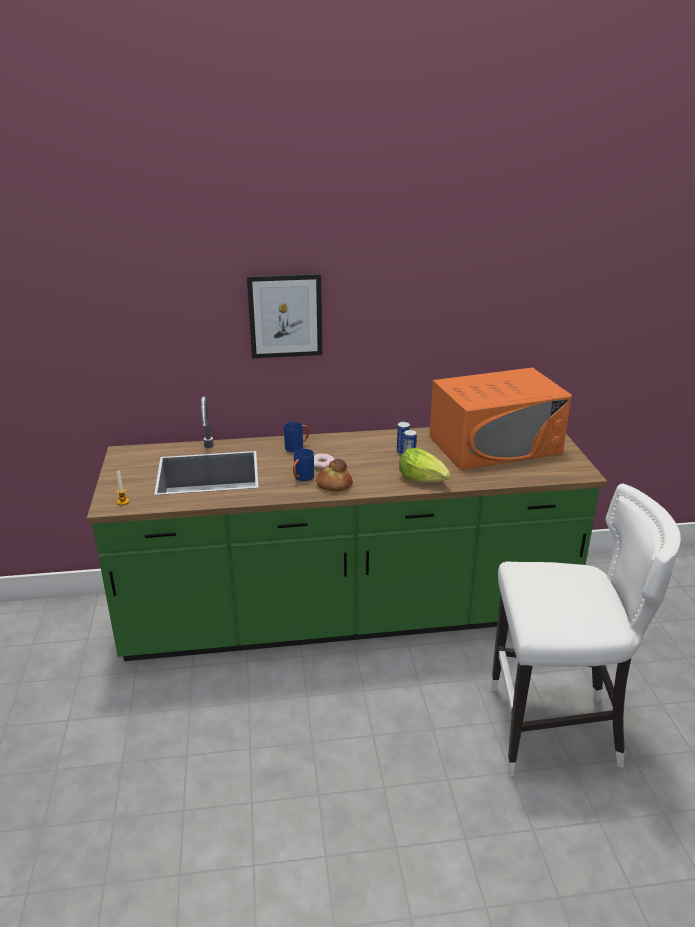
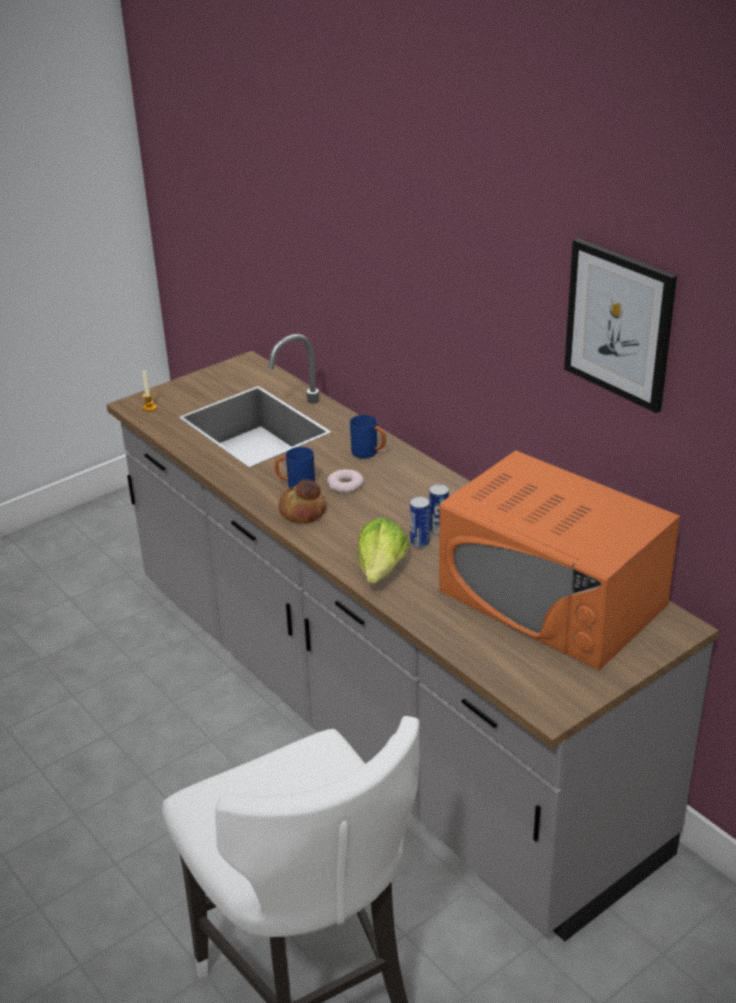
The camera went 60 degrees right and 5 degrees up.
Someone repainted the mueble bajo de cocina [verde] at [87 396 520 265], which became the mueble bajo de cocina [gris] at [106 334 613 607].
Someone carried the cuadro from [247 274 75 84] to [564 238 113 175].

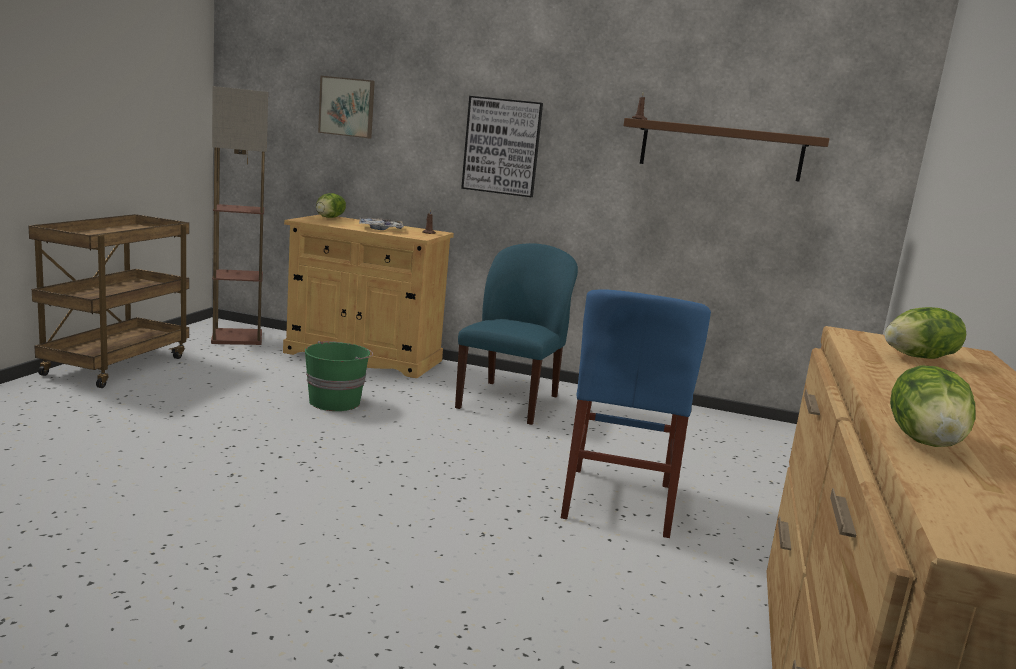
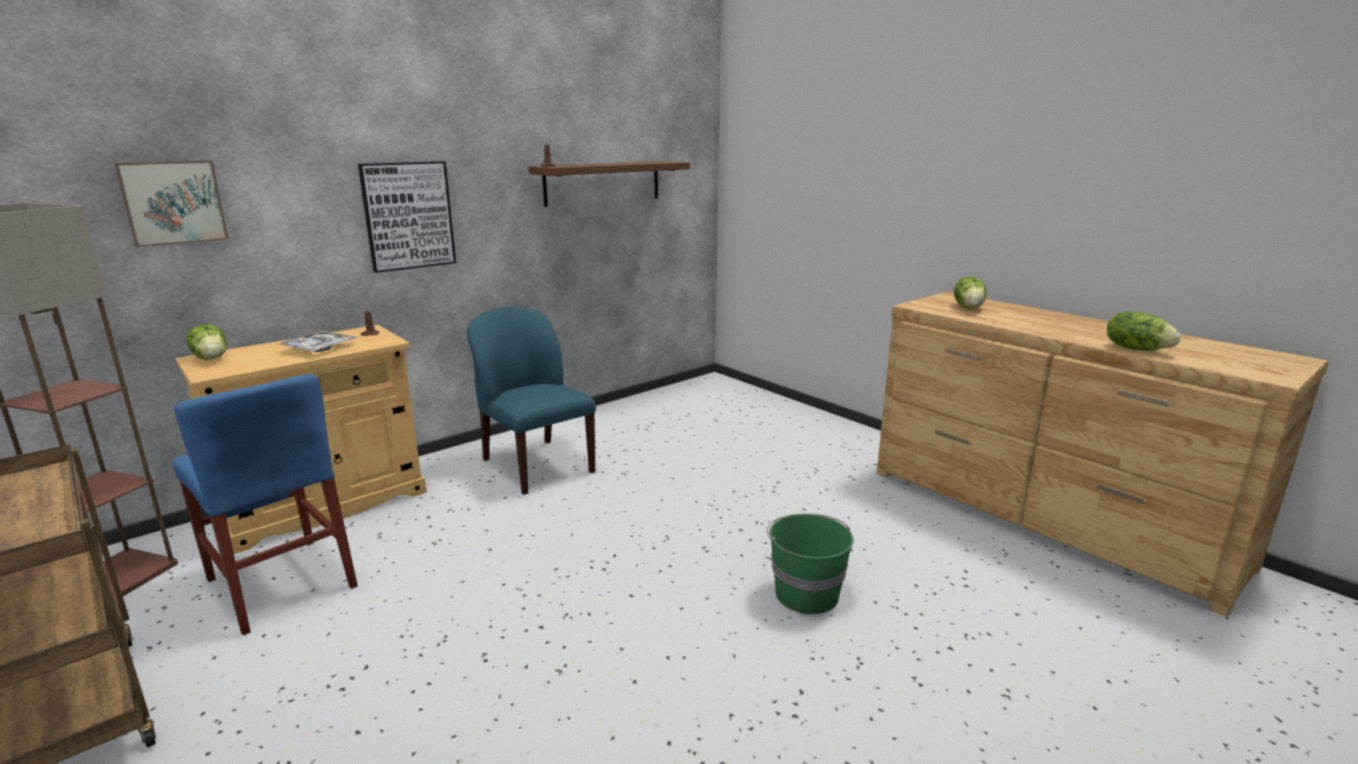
The camera went 55 degrees left and 5 degrees up.
Someone carried the silla [azul] from [561 289 150 249] to [173 374 185 262].
Someone carried the cubo [verde] from [305 341 68 70] to [767 513 87 102].

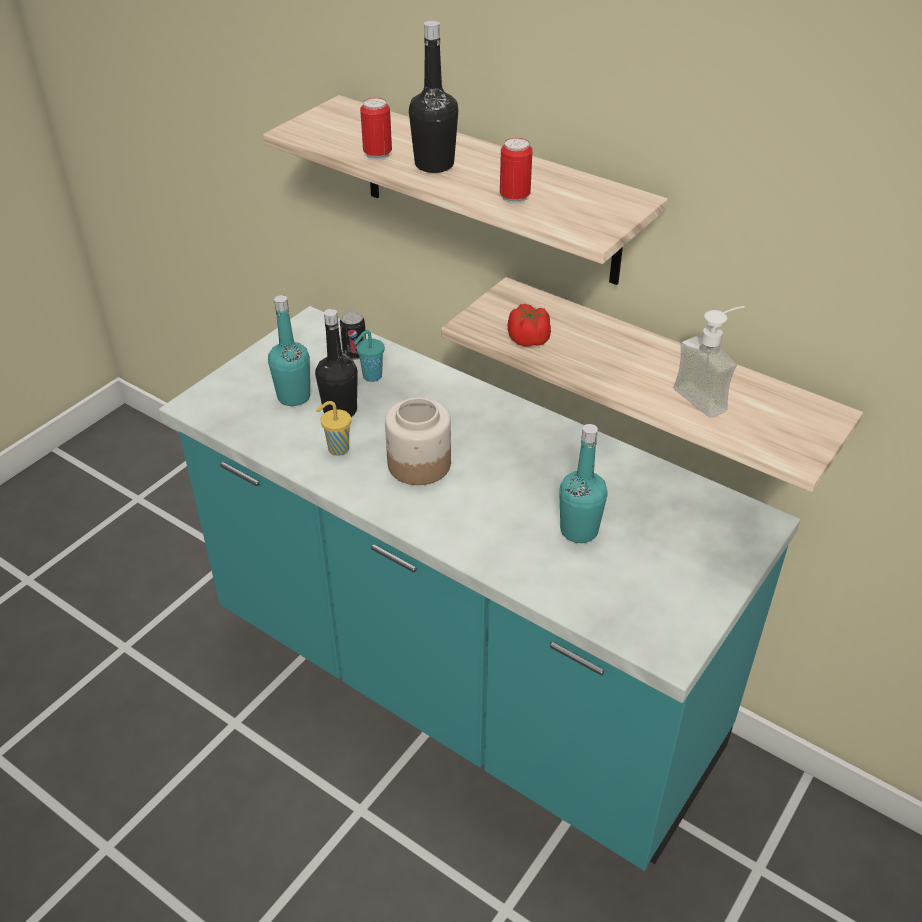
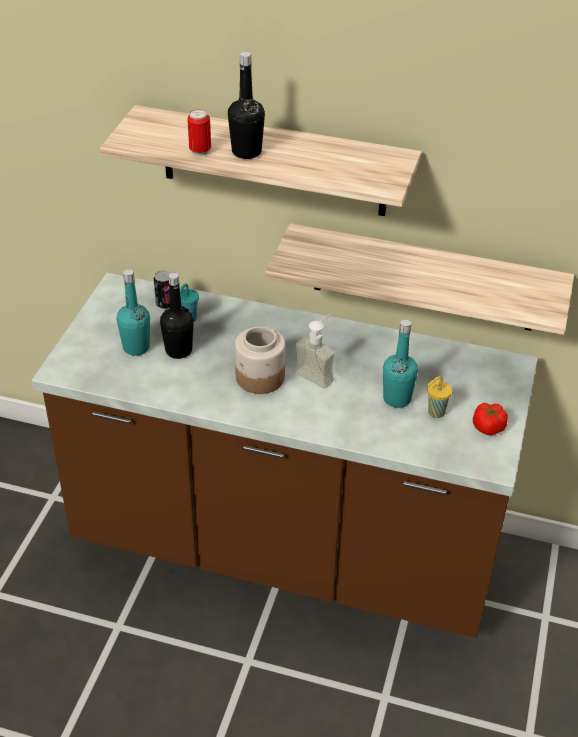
The camera went 20 degrees left and 0 degrees up.
Someone repainted the mueble bajo de cocina [turquesa] at [159 306 641 565], which became the mueble bajo de cocina [marrón] at [32 273 506 365].
Someone carried the dispensador de jabón from [673 306 72 112] to [295 314 40 75].
Someone carried the taza [amarillo] from [316 401 35 55] to [427 376 25 42].
Someone carried the tomate from [508 304 43 43] to [473 403 35 32].
Someone took away the lata at [500 138 32 66].

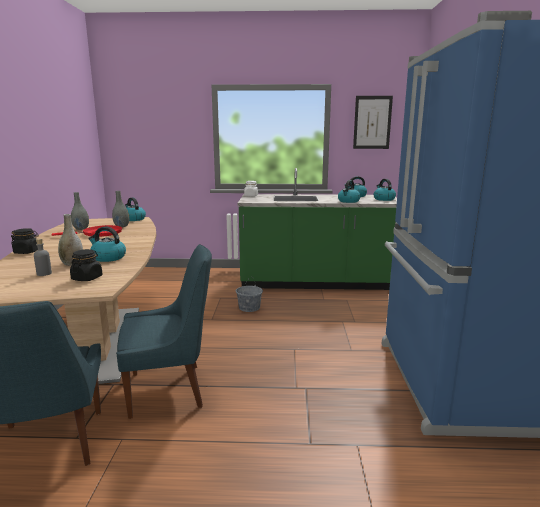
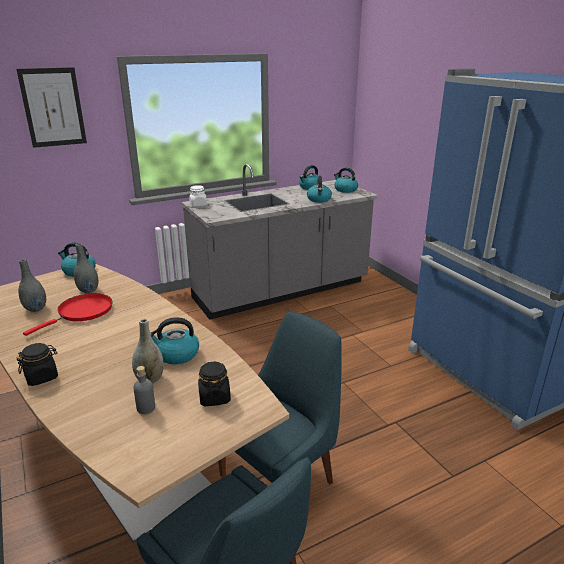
The camera went 30 degrees left and 10 degrees up.
Someone carried the cuadro from [353 96 40 53] to [16 67 71 81].
Someone repainted the mueble bajo de cocina [verde] at [237 168 160 122], which became the mueble bajo de cocina [gris] at [182 164 196 156].
Someone took away the cubo [gris] at [236 277 27 35].

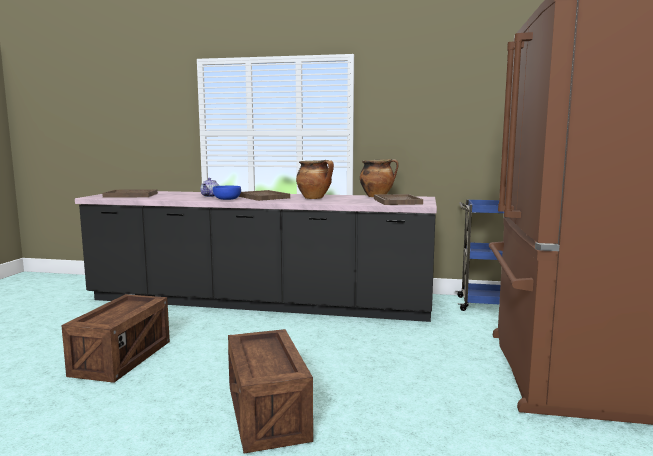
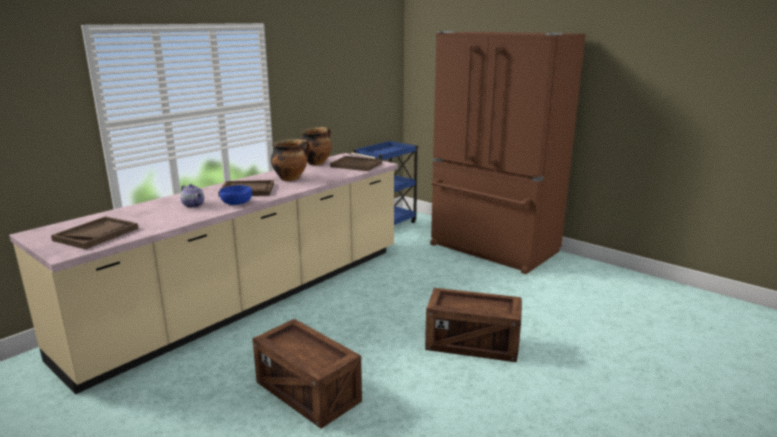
The camera went 60 degrees left and 10 degrees up.
Someone repainted the mueble bajo de cocina [negro] at [75 191 362 131], which became the mueble bajo de cocina [beis] at [9 153 389 241].

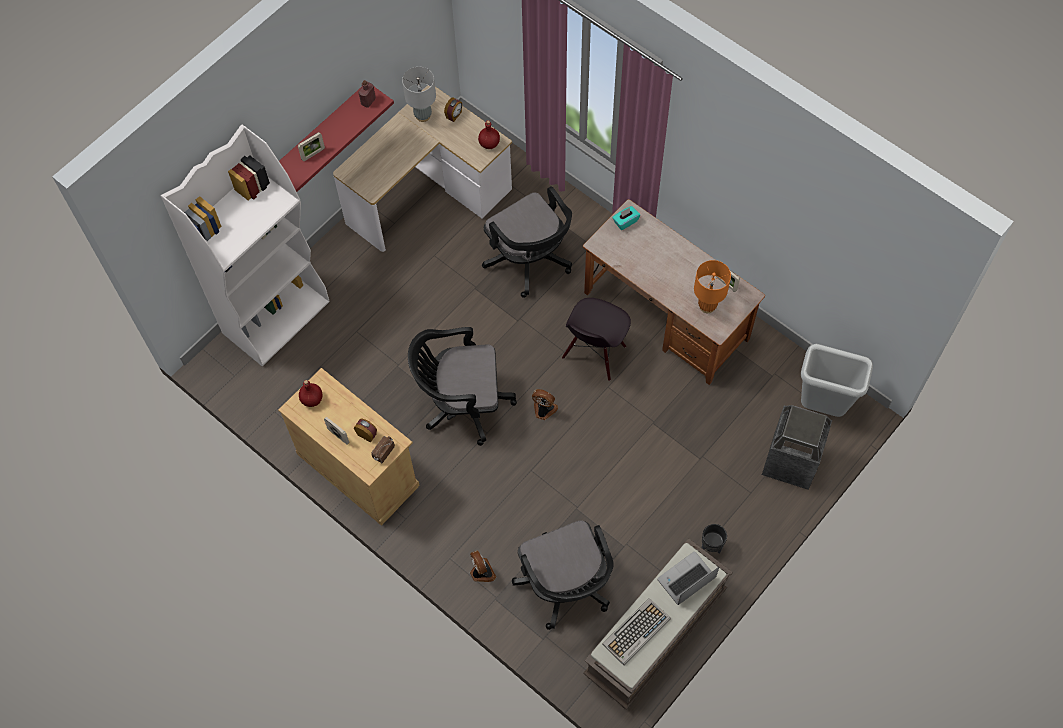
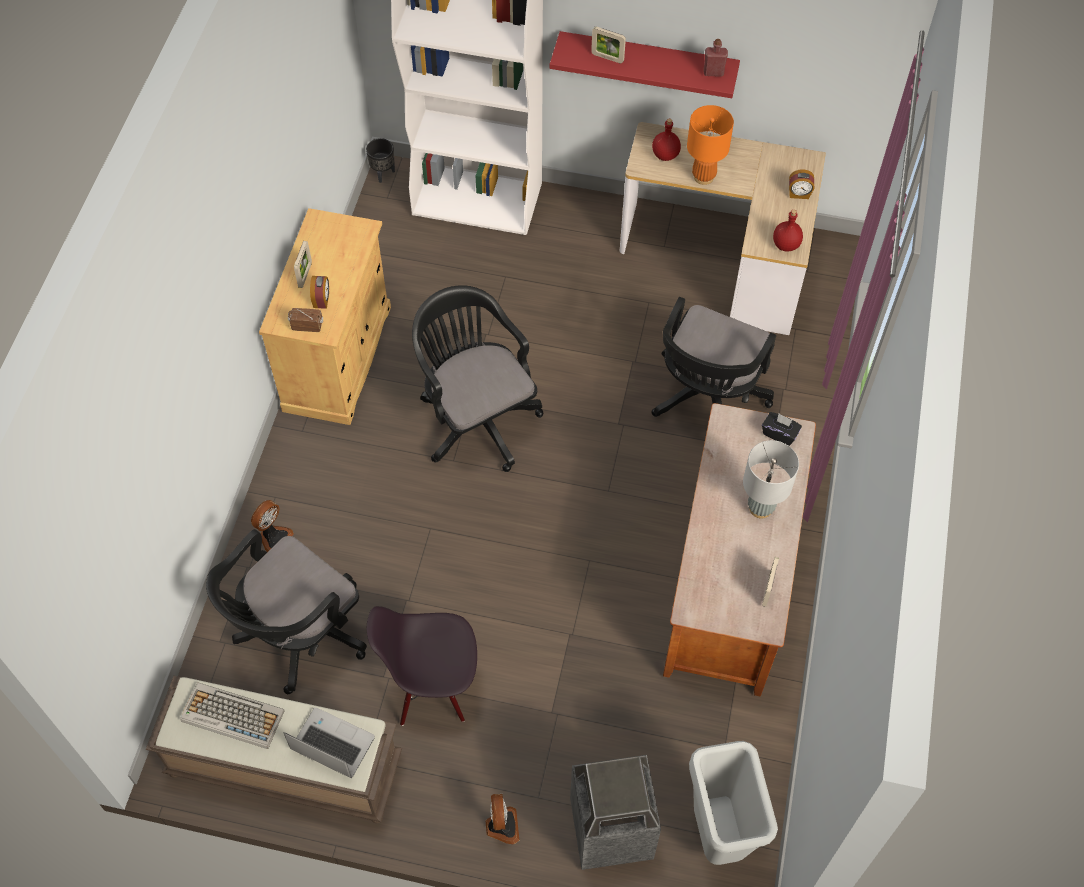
The camera went 60 degrees right and 5 degrees down.
Someone carried the maceta [negro] from [702 524 25 30] to [366 138 29 45].
Someone carried the silla [negro] from [562 298 69 83] to [367 606 110 120].
Someone carried the ventilador from [532 389 26 31] to [486 794 33 50].
Someone carried the botella [rojo] from [299 380 23 27] to [652 119 29 42].
Someone carried the lámpara de mesa [naranja] from [694 260 37 53] to [687 105 47 80].
Someone carried the lámpara de mesa [gris] from [402 67 34 55] to [743 440 56 78].
Someone repainted the caja de pañuelos [turquesa] at [612 206 28 24], which became the caja de pañuelos [negro] at [762 412 40 34].

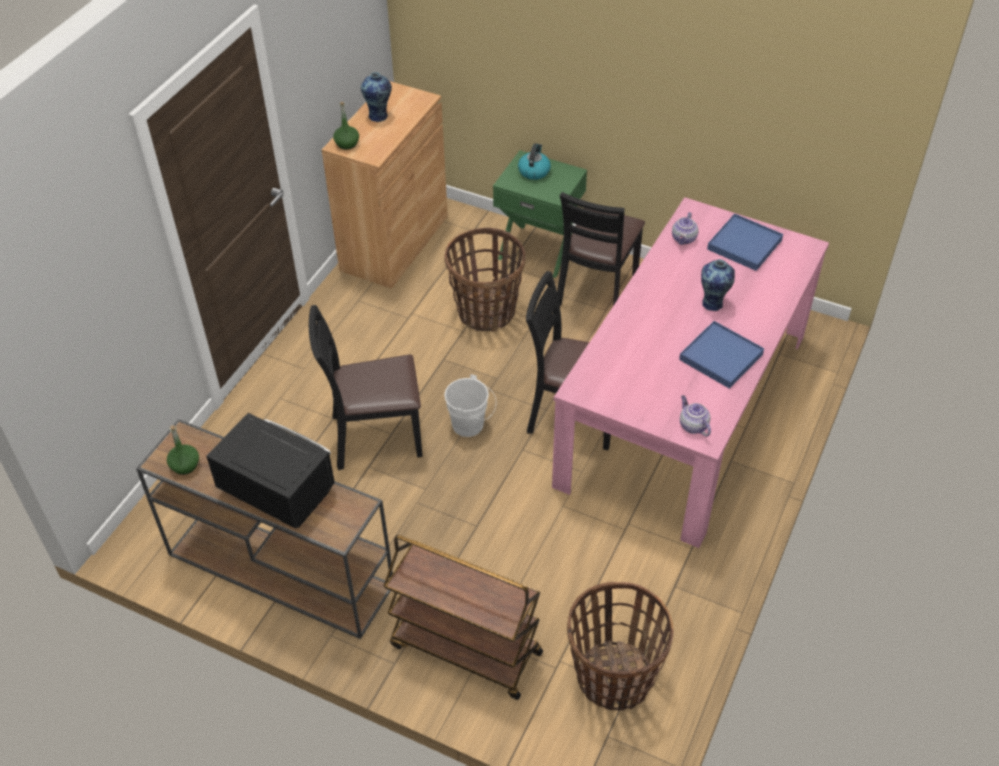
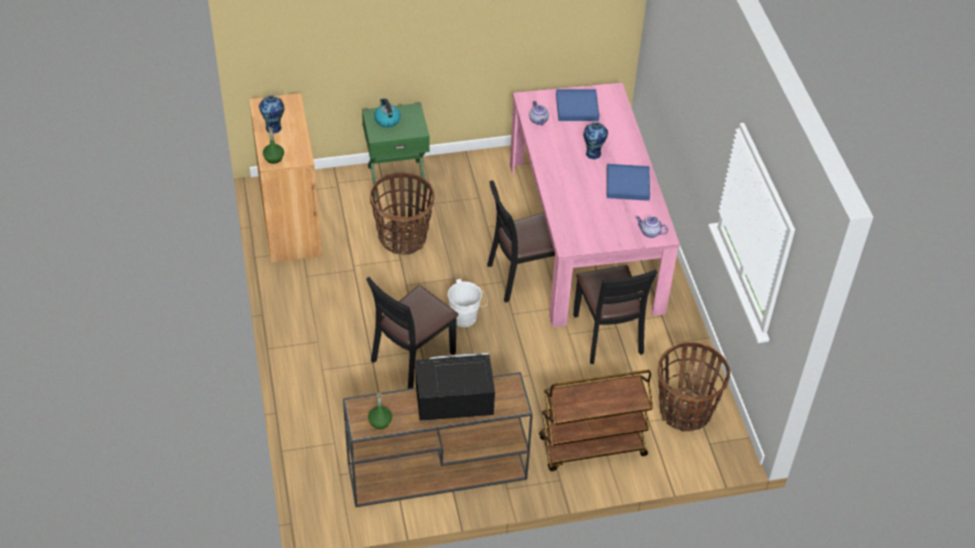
The camera went 40 degrees left and 0 degrees up.
Someone carried the silla [negro] from [557 192 88 114] to [573 265 85 99].

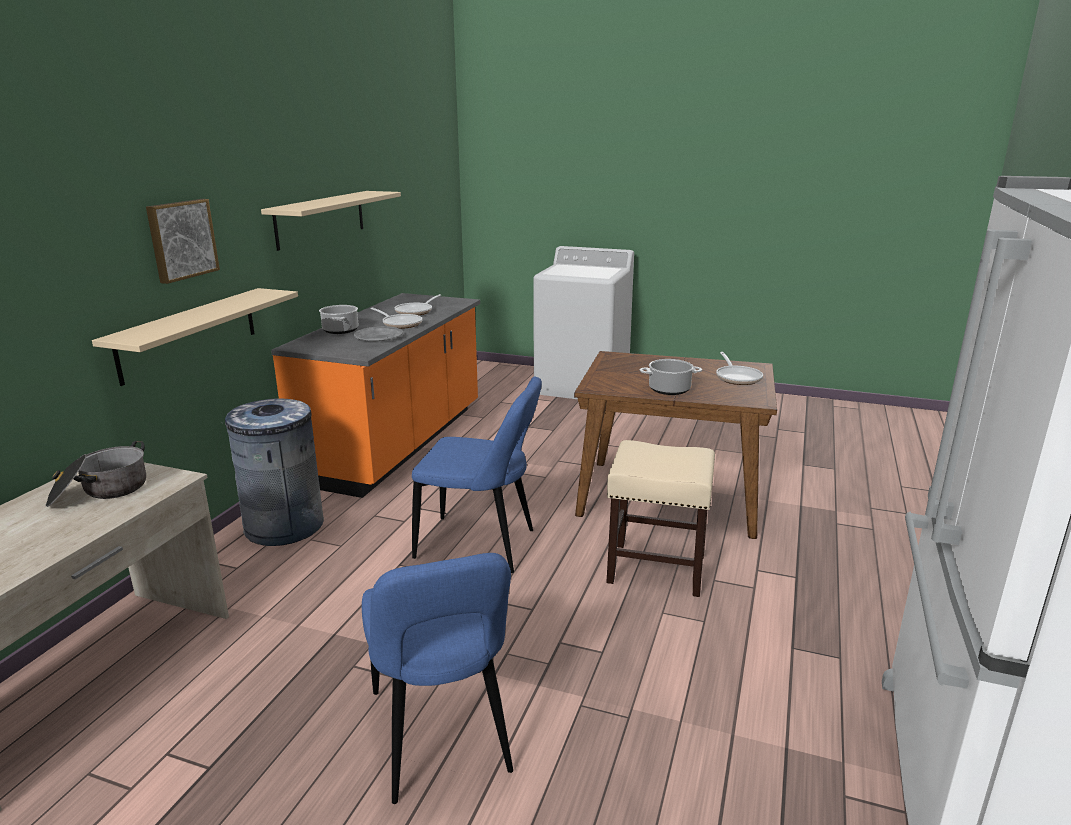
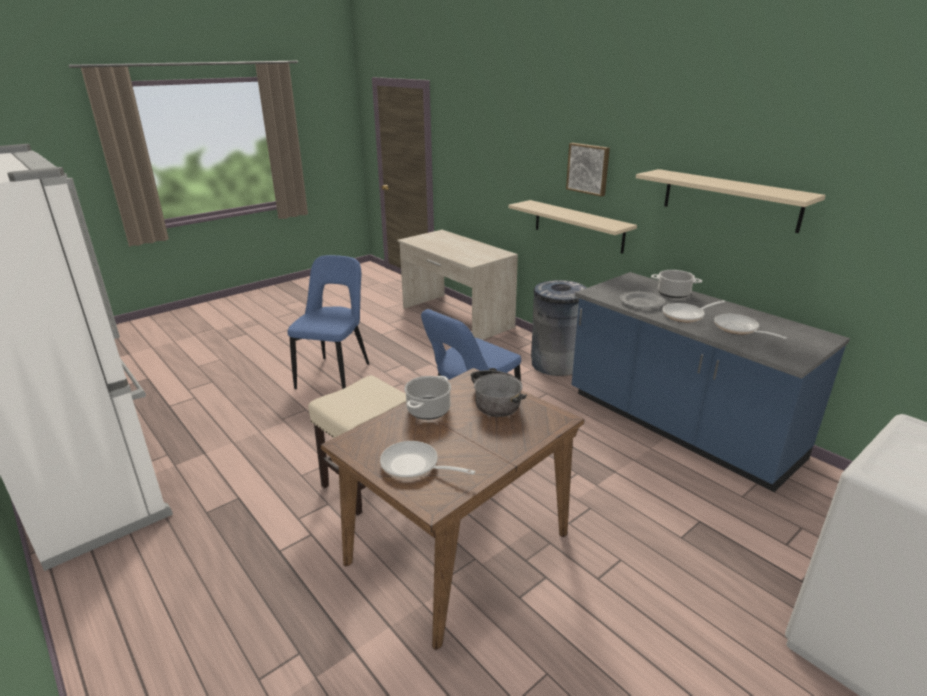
The camera went 120 degrees right and 5 degrees up.
Someone rotated the silla [azul] at [362 553 151 251] by 90 degrees clockwise.
Someone carried the olla from [46 441 100 66] to [470 368 57 49].
Someone repainted the mueble bajo de cocina [naranja] at [271 293 209 205], which became the mueble bajo de cocina [azul] at [572 272 278 220].

